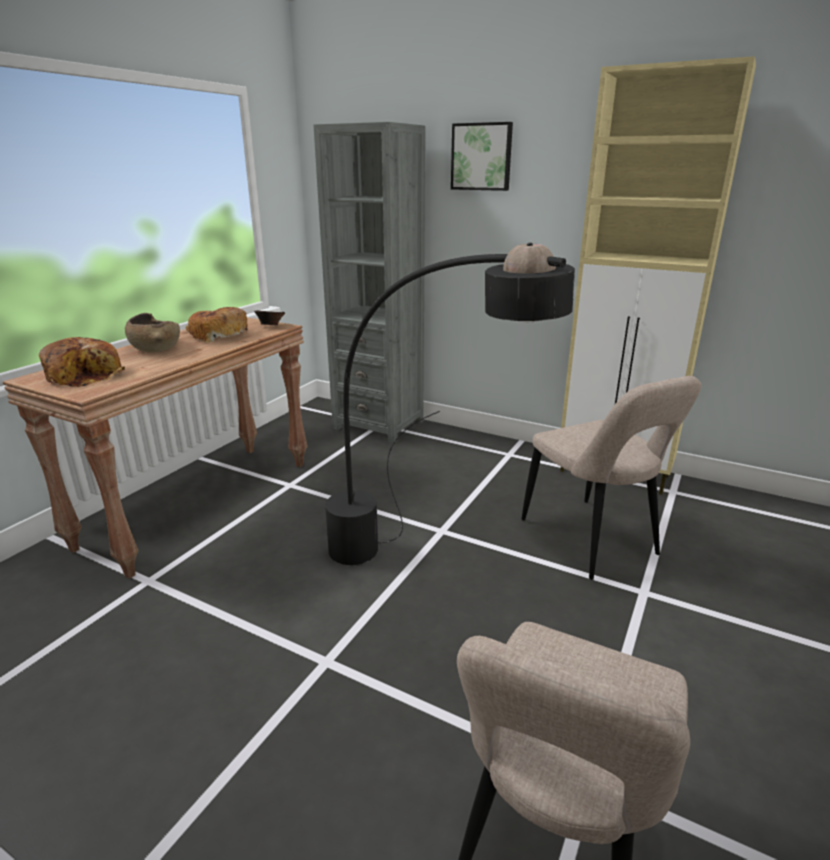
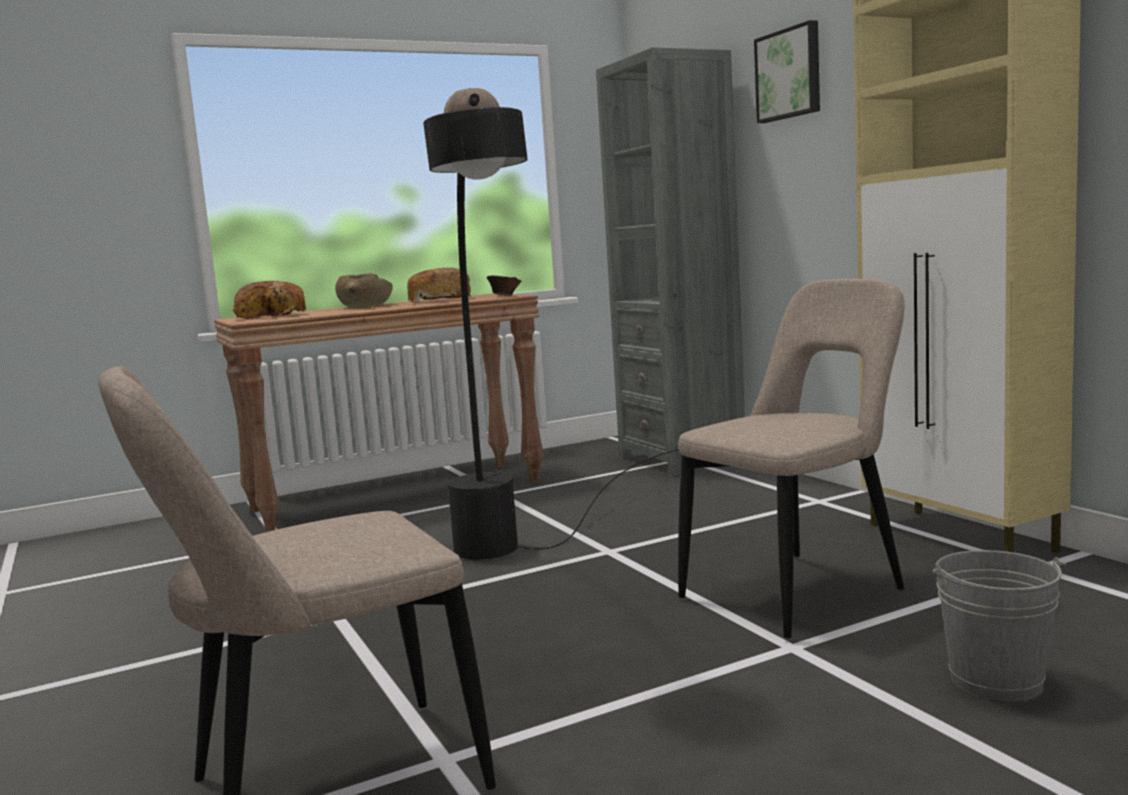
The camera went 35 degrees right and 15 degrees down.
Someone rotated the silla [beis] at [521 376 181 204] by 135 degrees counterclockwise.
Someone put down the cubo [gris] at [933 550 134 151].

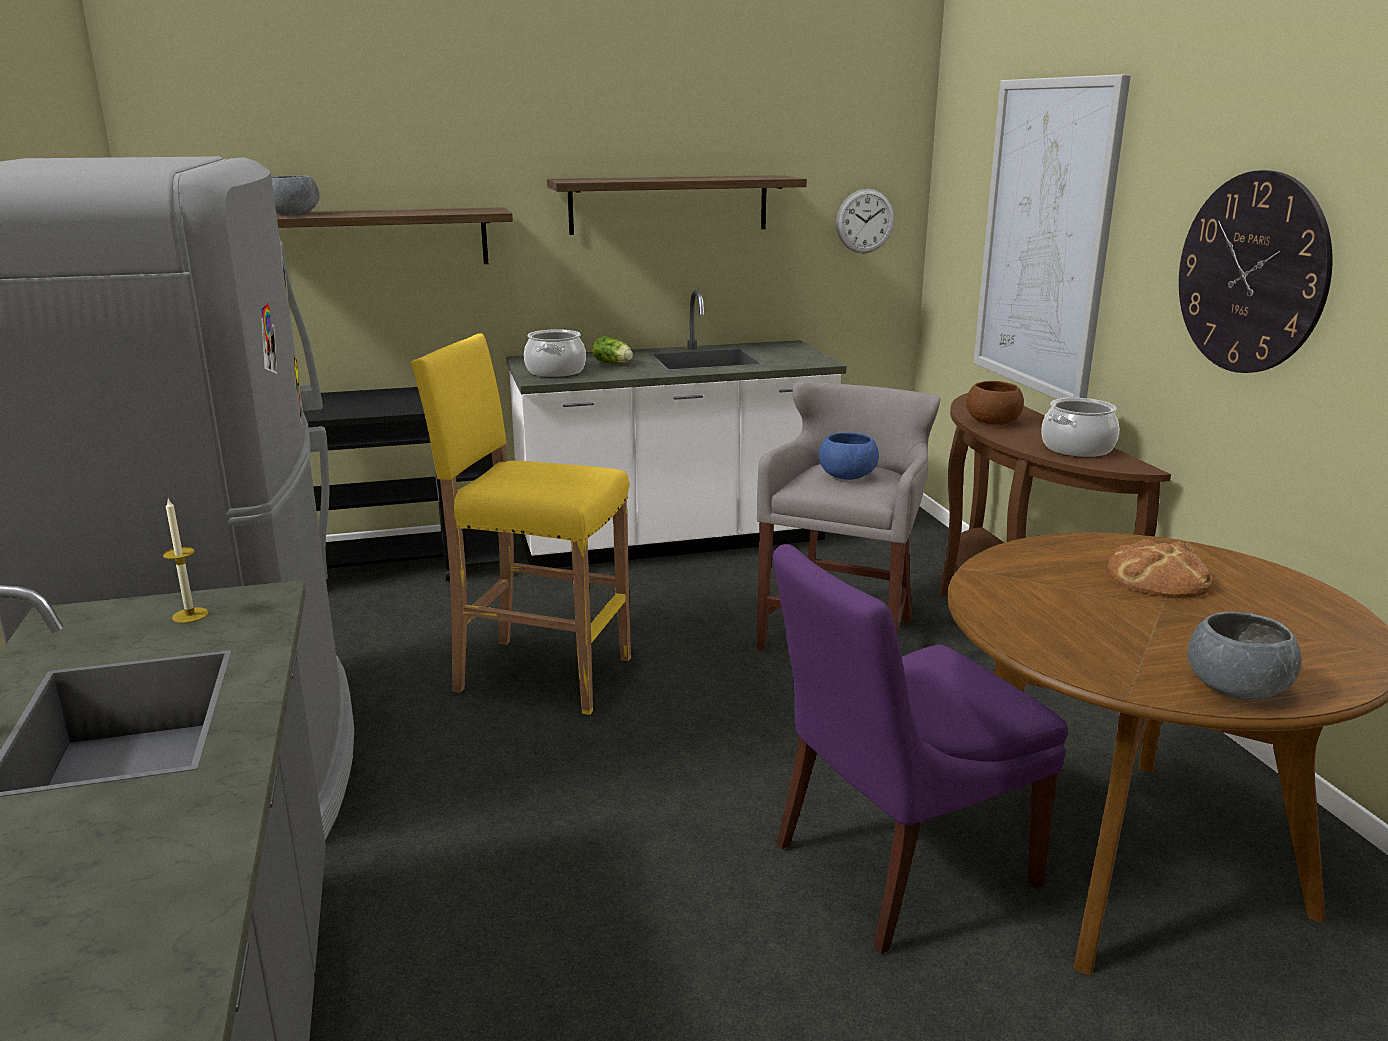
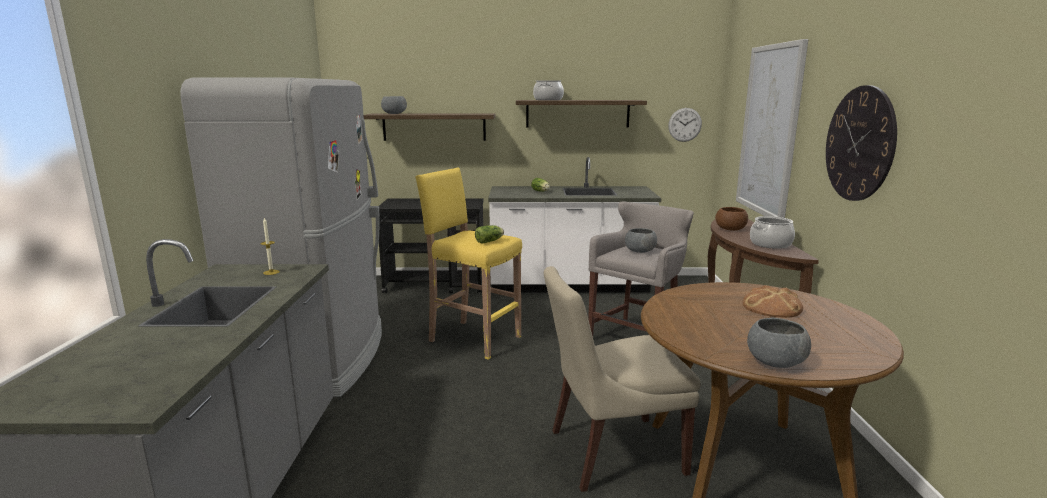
The camera went 15 degrees right and 5 degrees down.
Someone put down the lechuga at [475 225 29 19].
Someone carried the olla from [524 329 62 48] to [533 80 31 20].
Someone repainted the silla [morado] at [773 544 295 410], which became the silla [beis] at [544 266 157 226].
Someone repainted the cuenco [azul] at [819 433 60 47], which became the cuenco [gris] at [625 228 32 25].

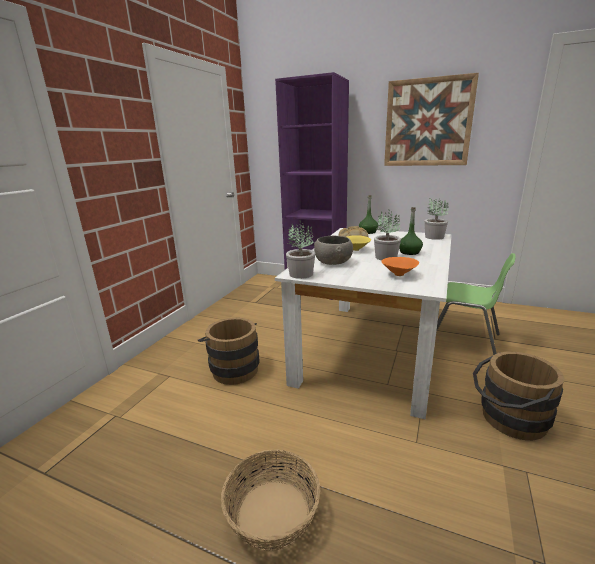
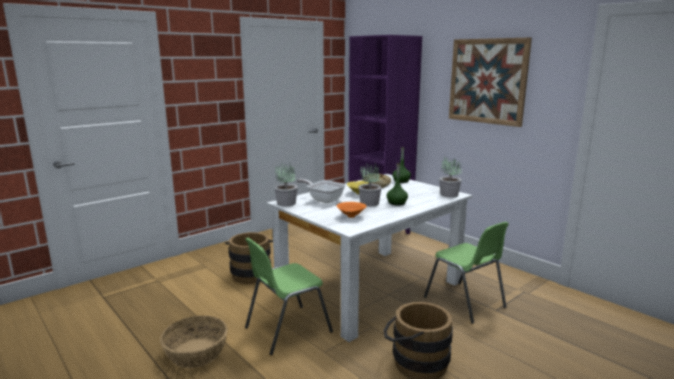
The camera went 25 degrees right and 5 degrees down.
Someone put down the silla [verde] at [245 238 88 117].
Someone swapped the cuenco [gris] at [314 236 39 29] for the sartén at [296 179 50 24].

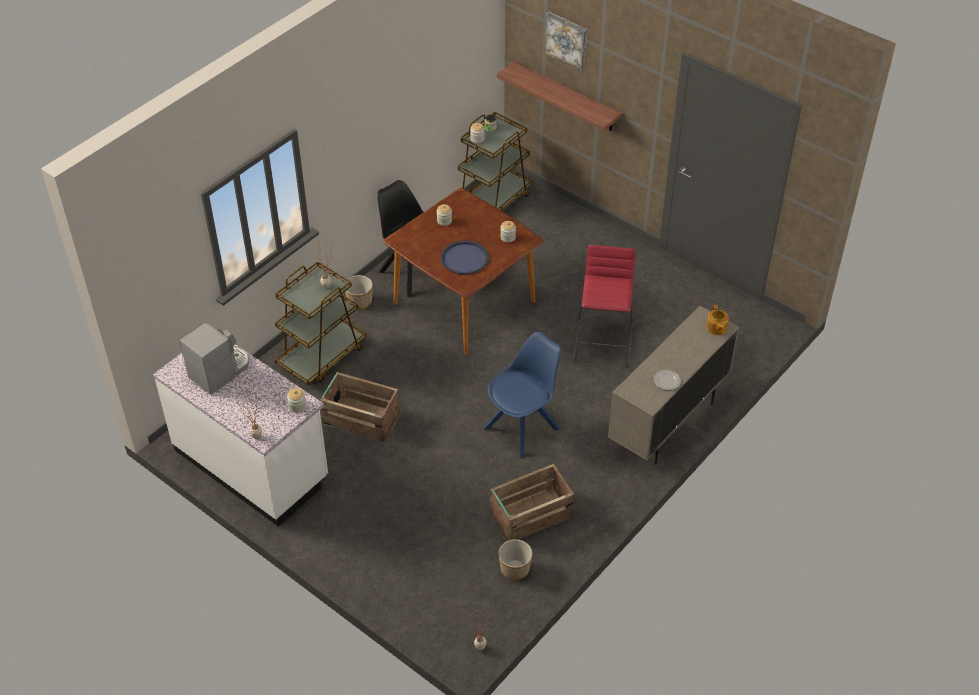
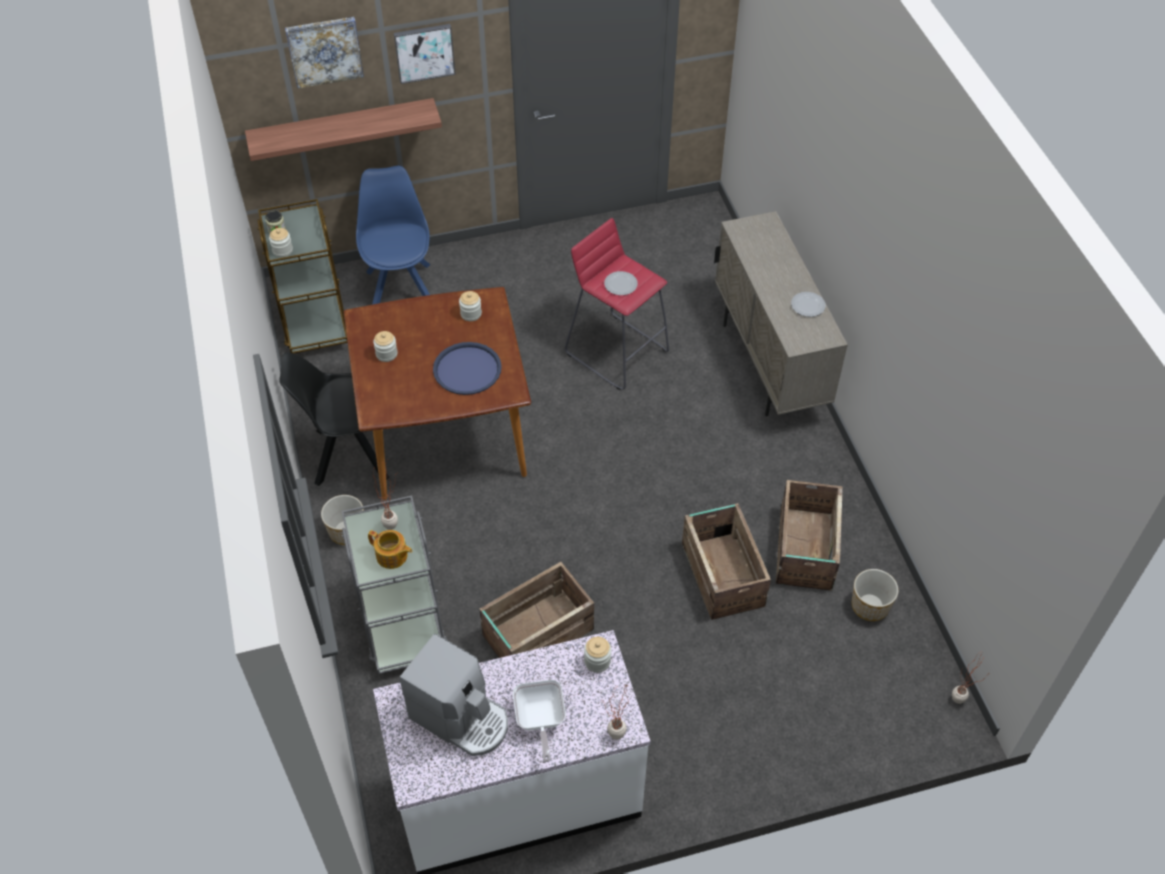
The camera went 55 degrees left and 5 degrees up.
Someone repainted the carrito [marrón] at [275 261 92 124], which became the carrito [gris] at [341 495 106 179].
Someone carried the silla [azul] from [484 332 77 126] to [356 166 74 139].
Someone carried the tetera from [706 305 23 30] to [368 530 44 39].
Someone put up the cuadro at [394 24 62 60].
Someone rotated the cafetera at [180 323 69 72] by 135 degrees clockwise.
Someone put down the sartén at [513 680 53 82].
Someone put down the plato at [604 271 34 24].
Someone put down the caja de embalaje at [682 503 89 117].

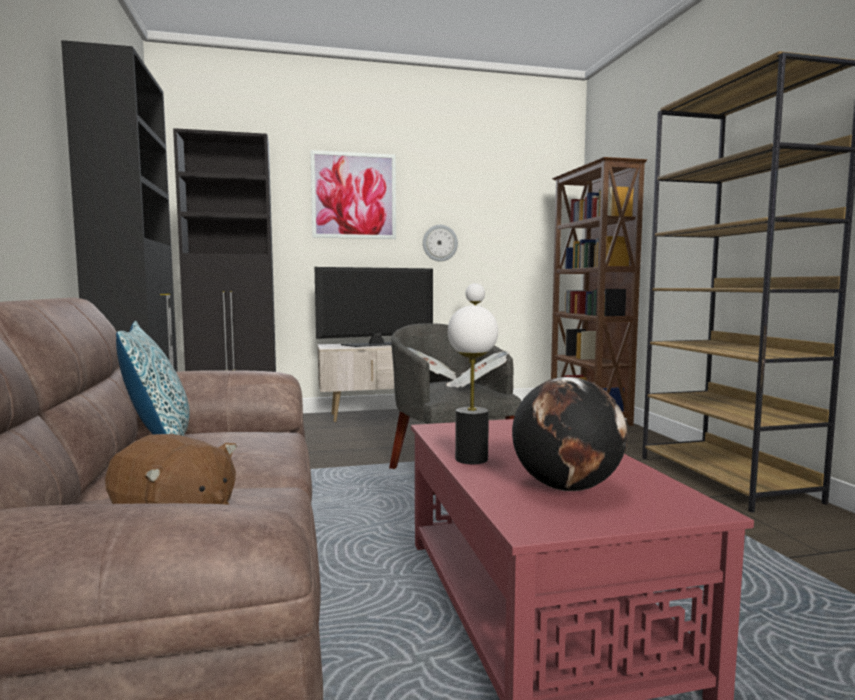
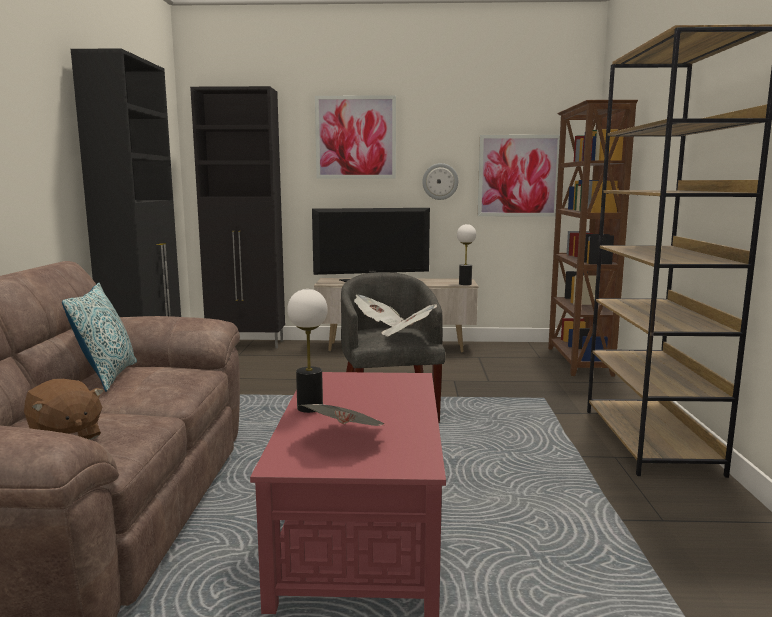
The camera went 15 degrees right and 5 degrees up.
Someone swapped the globo terráqueo at [512 377 115 114] for the periódico at [301 404 83 22].
Someone put up the cuadro at [478 135 82 81].

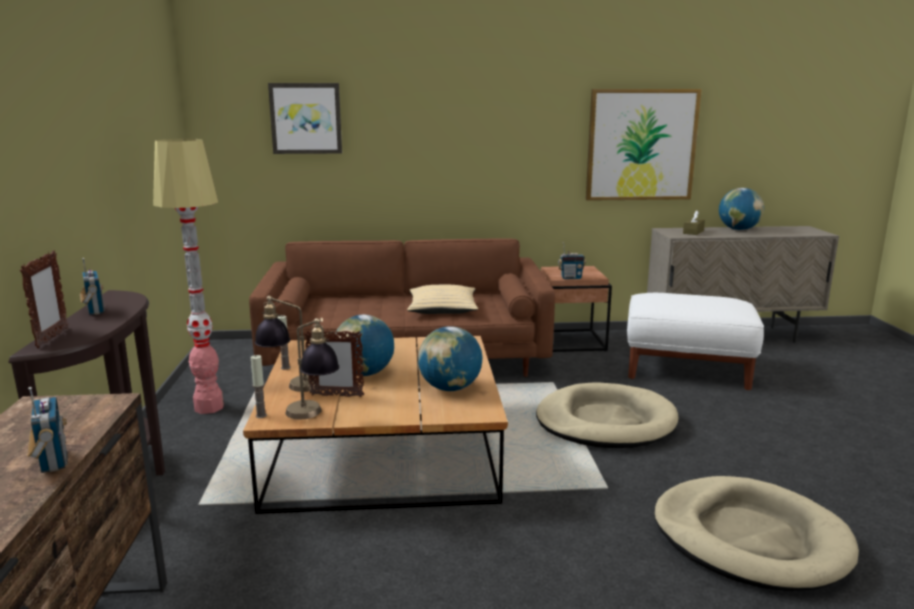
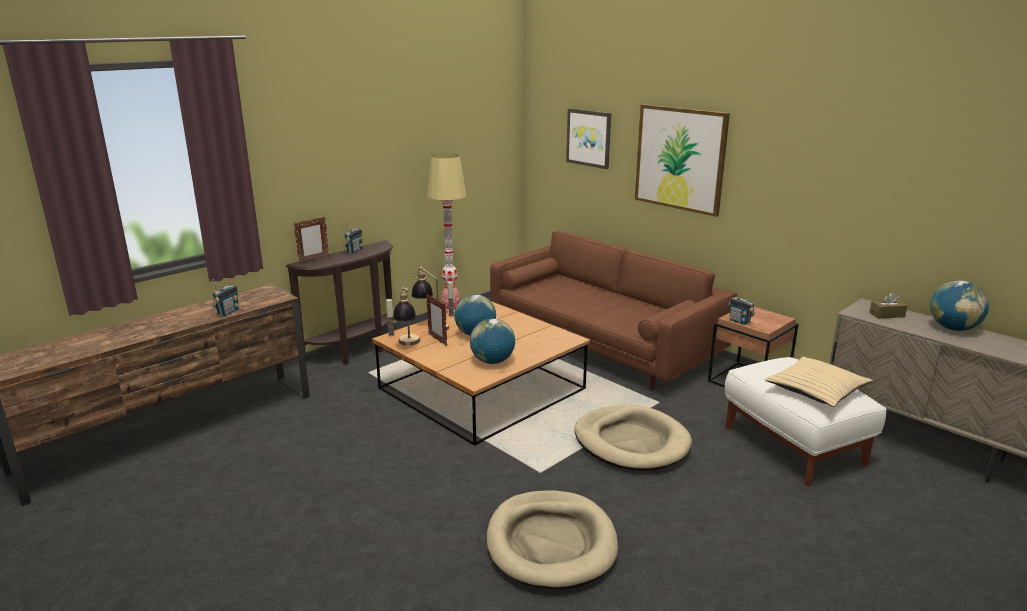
The camera went 50 degrees right and 5 degrees up.
Someone carried the cuadro from [586 89 116 112] to [635 104 95 113].
Someone carried the cojín [beis] from [407 285 71 29] to [765 357 108 50].

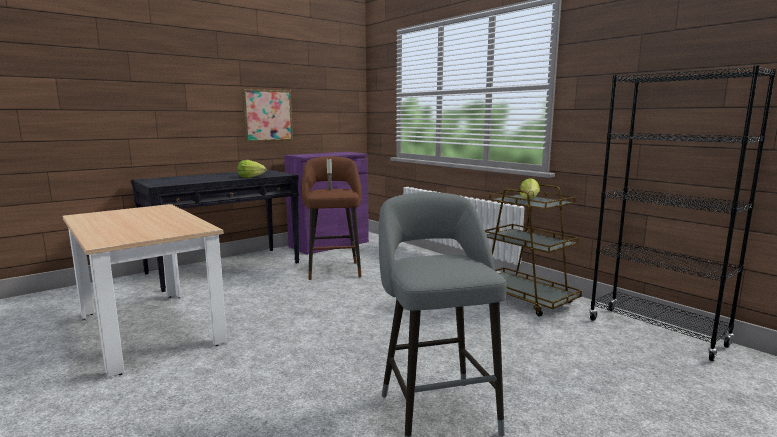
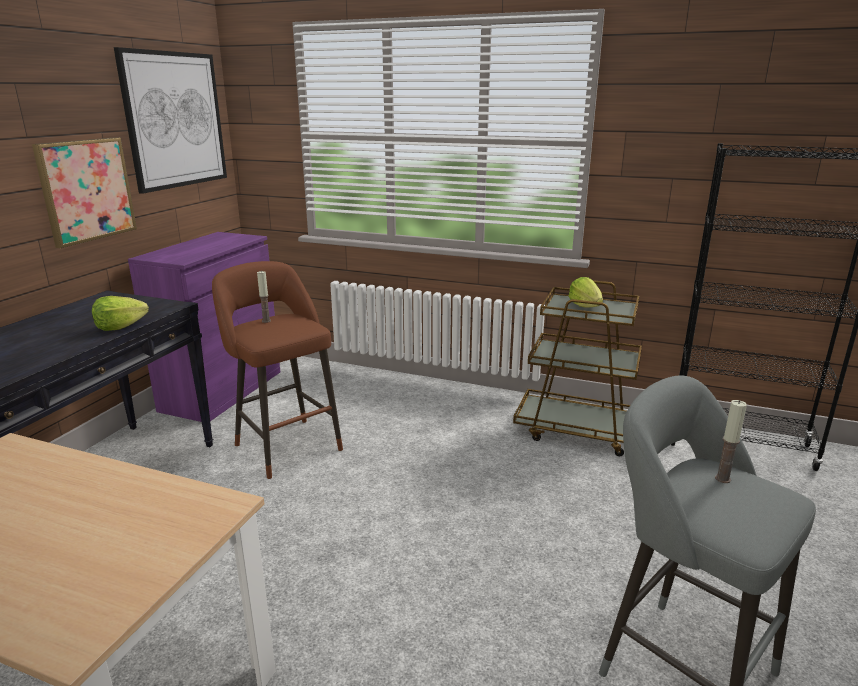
The camera went 30 degrees left and 10 degrees up.
Someone put up the cuadro at [113 47 114 147].
Someone put down the vela at [715 400 32 83].

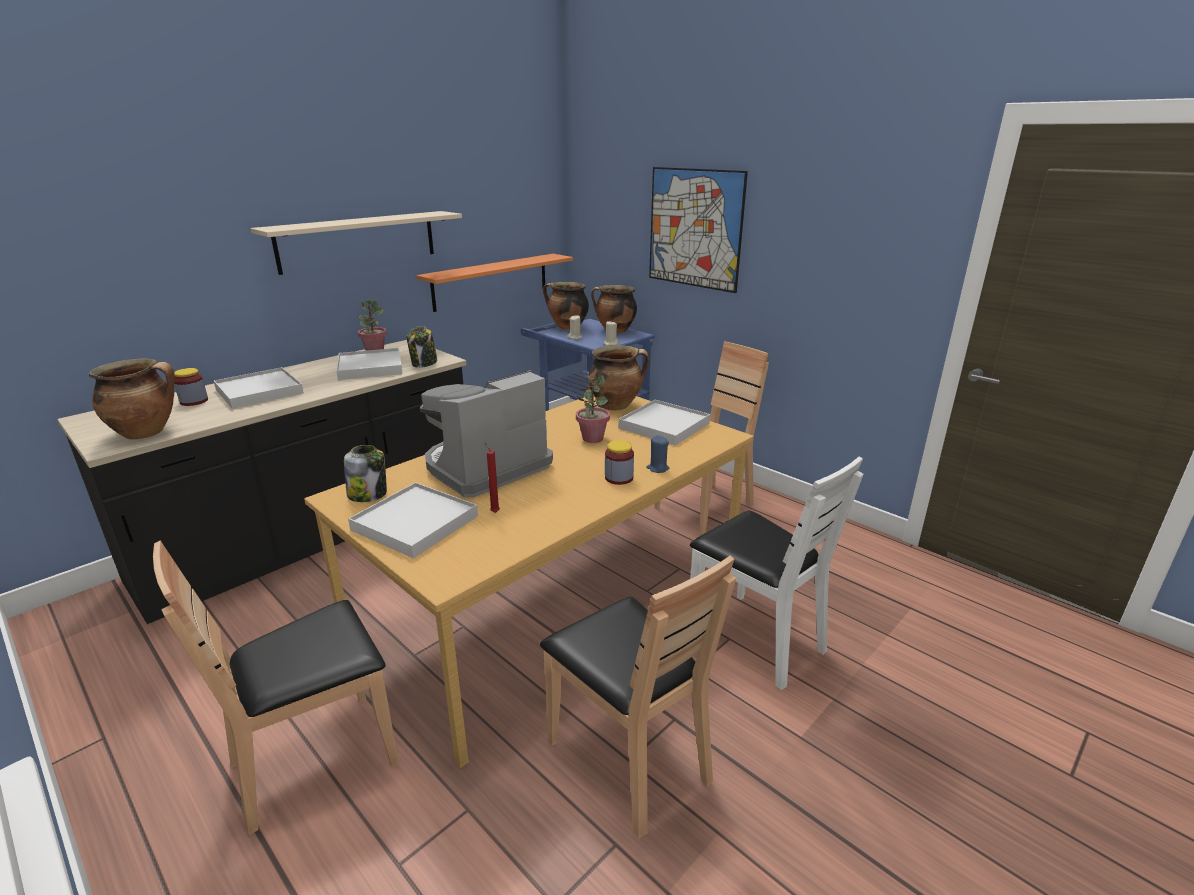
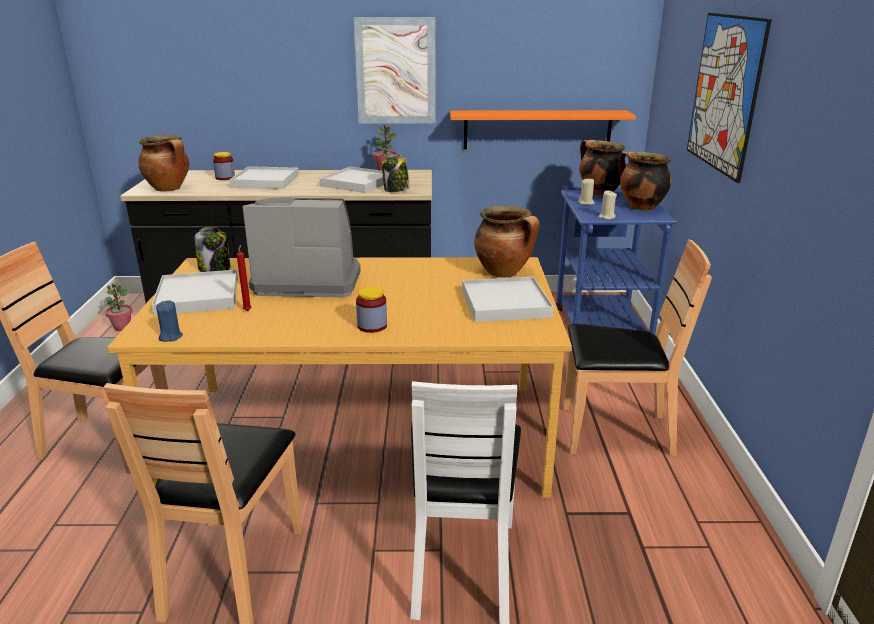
The camera went 45 degrees right and 0 degrees up.
Someone carried the planta en maceta from [576 376 34 67] to [105 282 28 49].
Someone carried the vela [azul] from [646 435 23 38] to [156 300 27 42].
Someone swapped the estante [beis] at [250 211 212 64] for the cuadro at [354 17 81 107].

